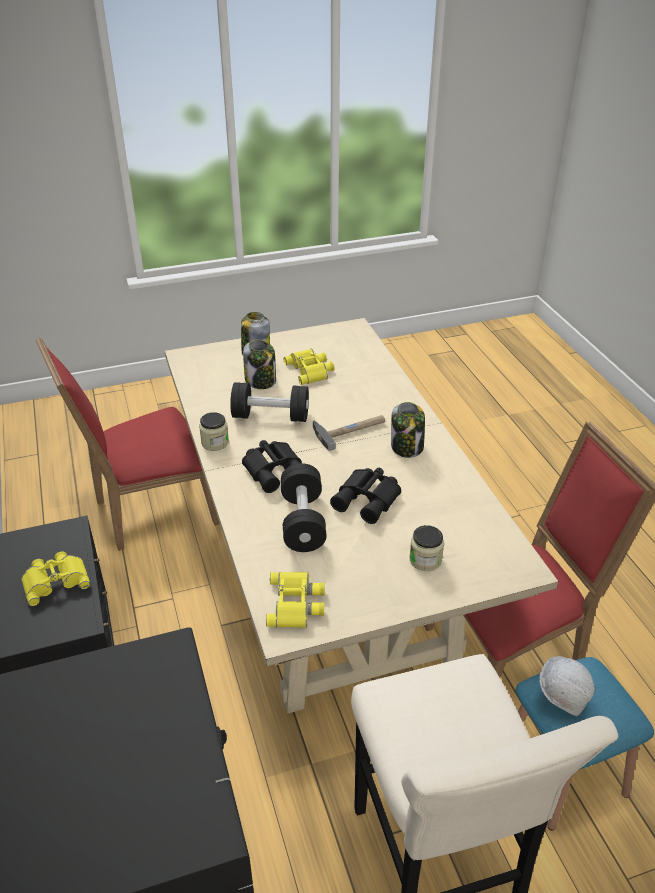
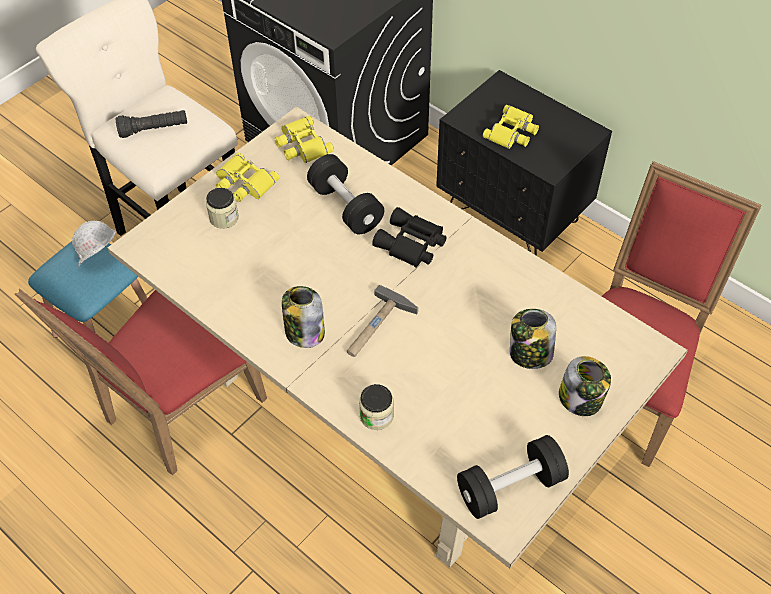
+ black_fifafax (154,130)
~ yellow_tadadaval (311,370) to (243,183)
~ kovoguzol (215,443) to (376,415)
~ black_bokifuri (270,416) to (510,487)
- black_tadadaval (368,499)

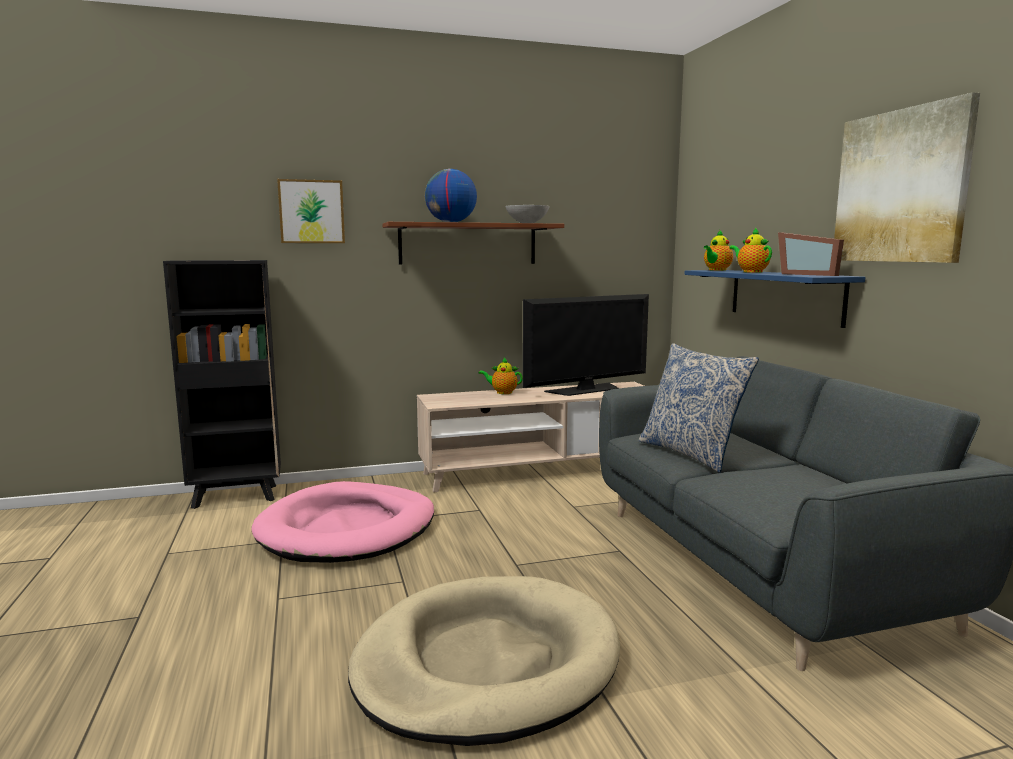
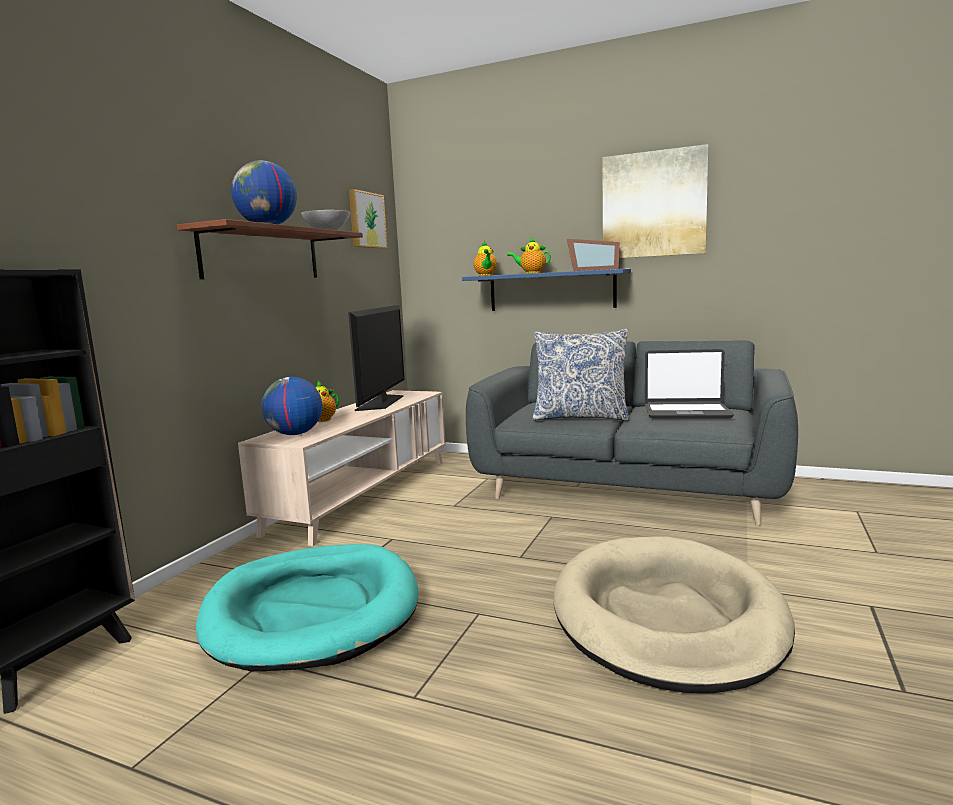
~ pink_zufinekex (348,529) to turquoise_zufinekex (313,611)
+ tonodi (295,434)
~ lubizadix (311,212) to (366,220)
+ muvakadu (686,412)

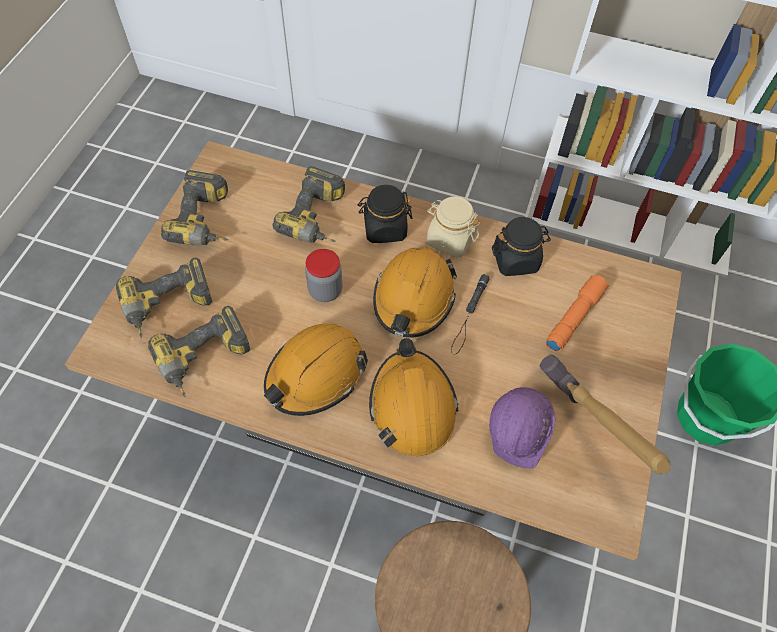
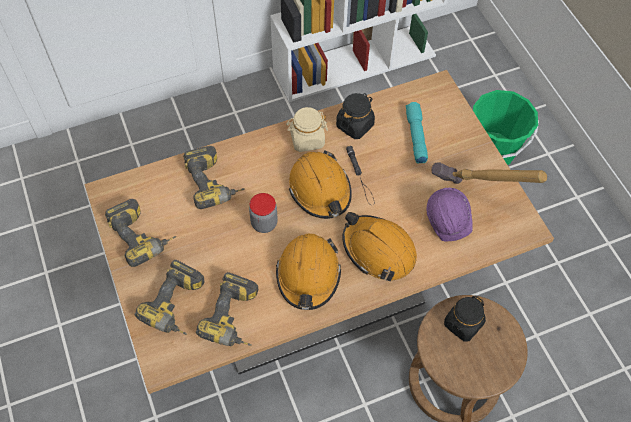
~ orange_fifafax (573,316) to turquoise_fifafax (415,136)
~ black_kovoguzol (384,228) to (463,324)

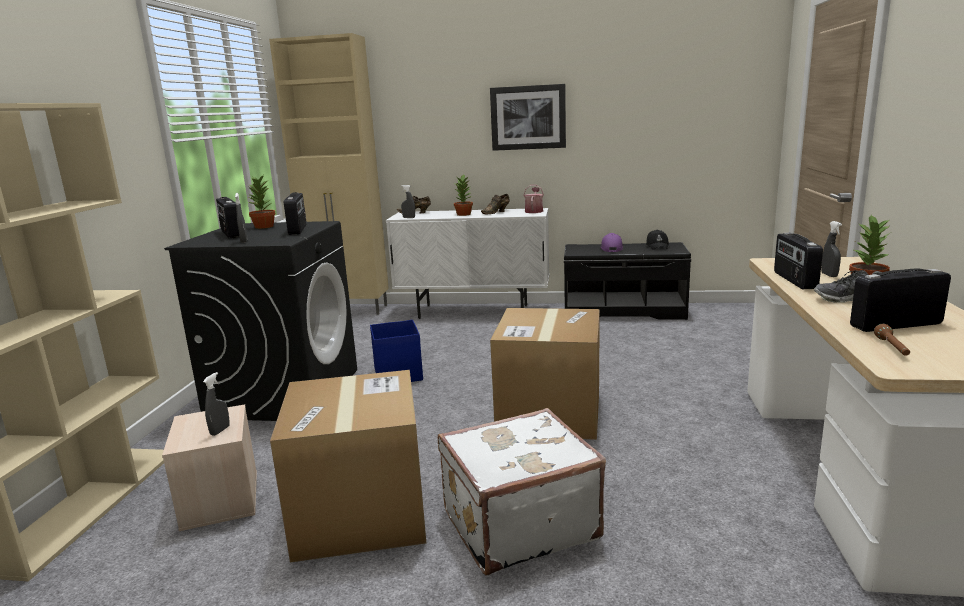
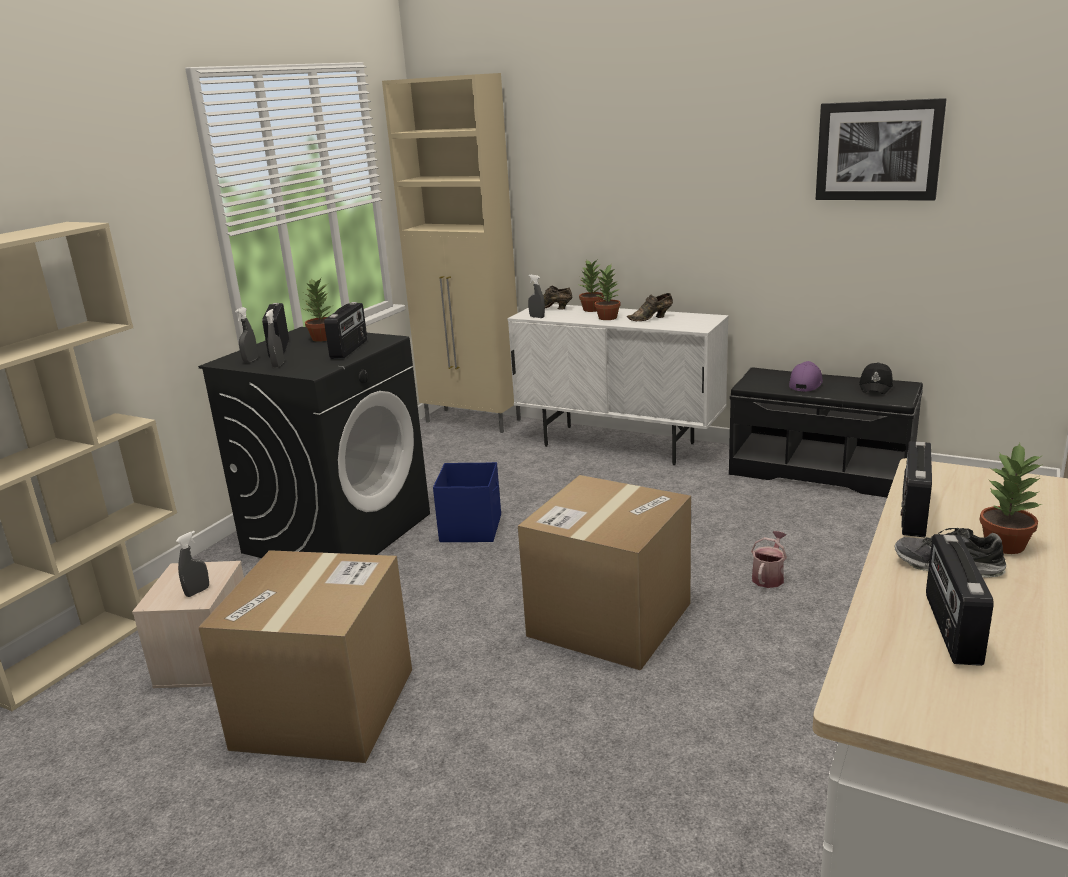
~ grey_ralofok (829,275) to (250,360)
+ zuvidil (592,309)
~ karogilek (534,211) to (769,576)
~ lubizadix (528,117) to (878,151)
~ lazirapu (895,325) = (950,628) 90 degrees counterclockwise
- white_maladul (517,523)
- brown_fifafax (892,348)

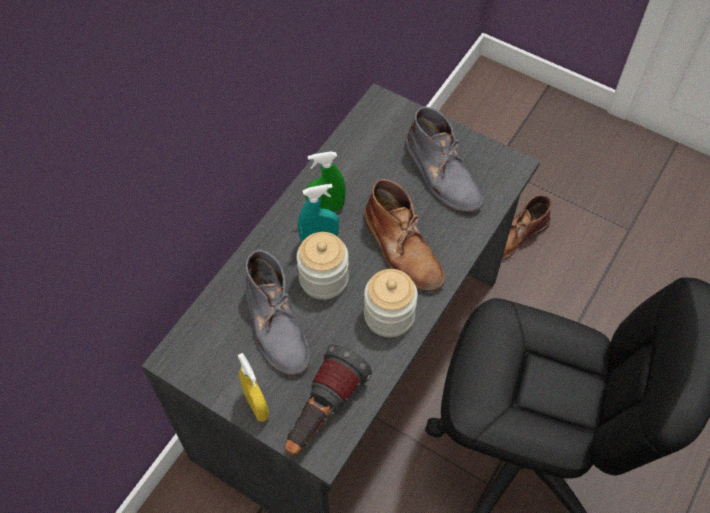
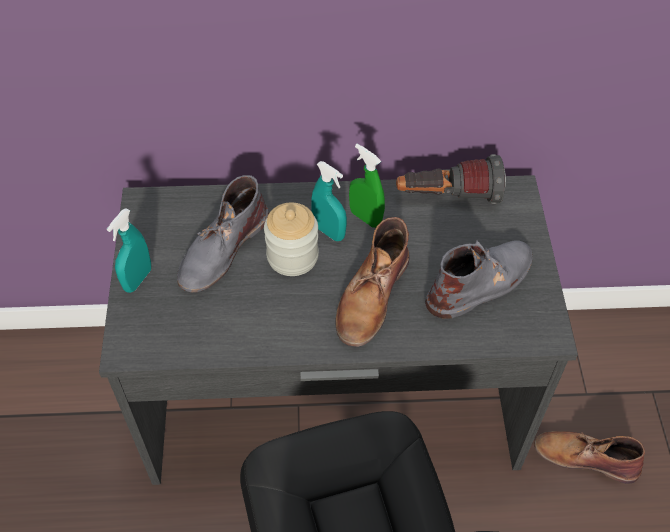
~ yellow_ralofok (257,405) to turquoise_ralofok (137,279)
~ fifafax (323,412) to (448,197)
~ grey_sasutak (442,175) = (481,282) 150 degrees counterclockwise
- kovoguzol (389,315)

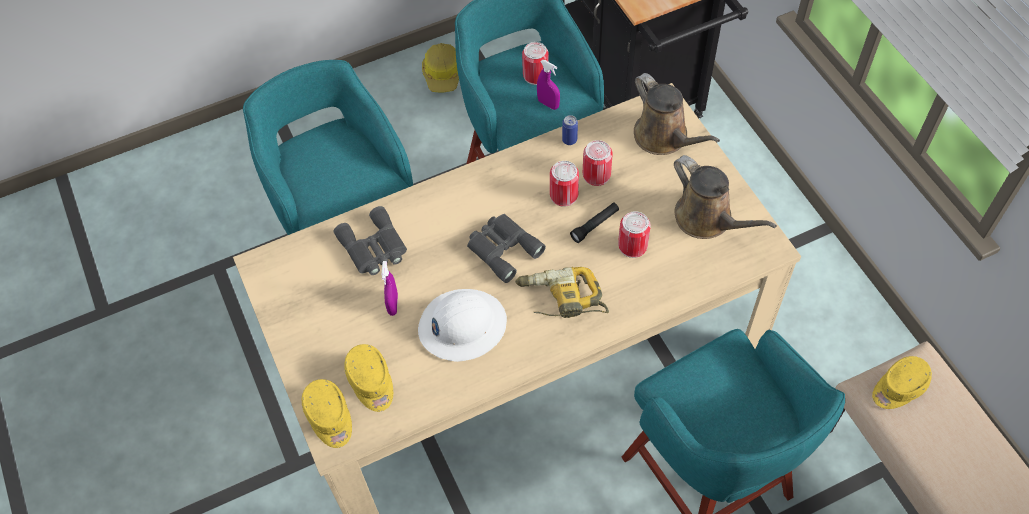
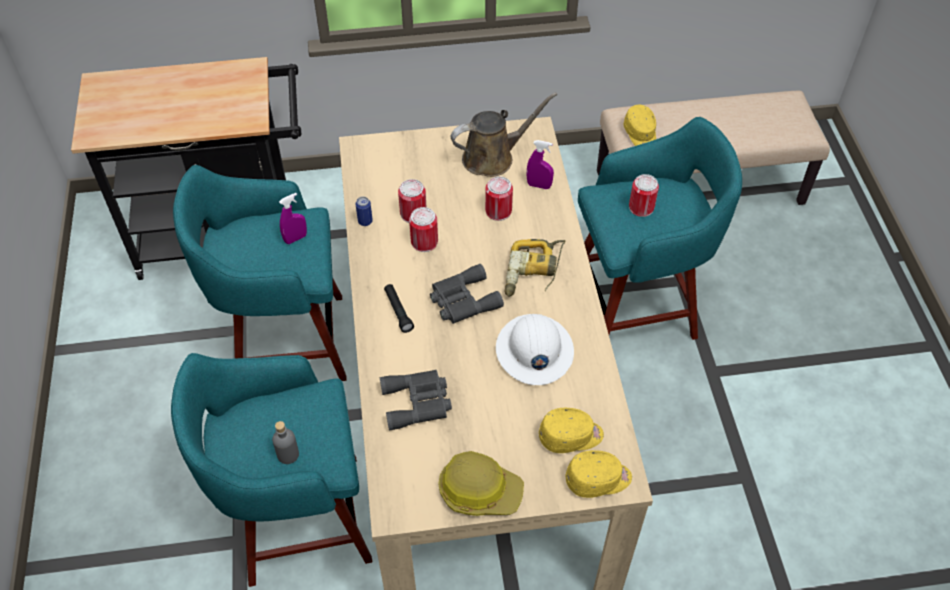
+ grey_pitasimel (288,454)
~ black_fifafax (595,225) to (398,311)
~ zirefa (443,74) to (479,490)
~ purple_ralofok (393,304) to (539,185)
~ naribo (535,75) to (641,207)
- brown_karogilek (664,138)

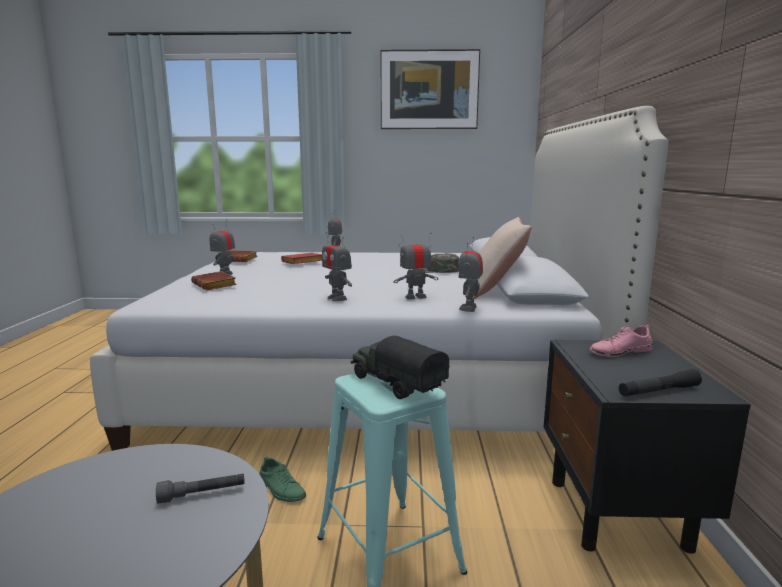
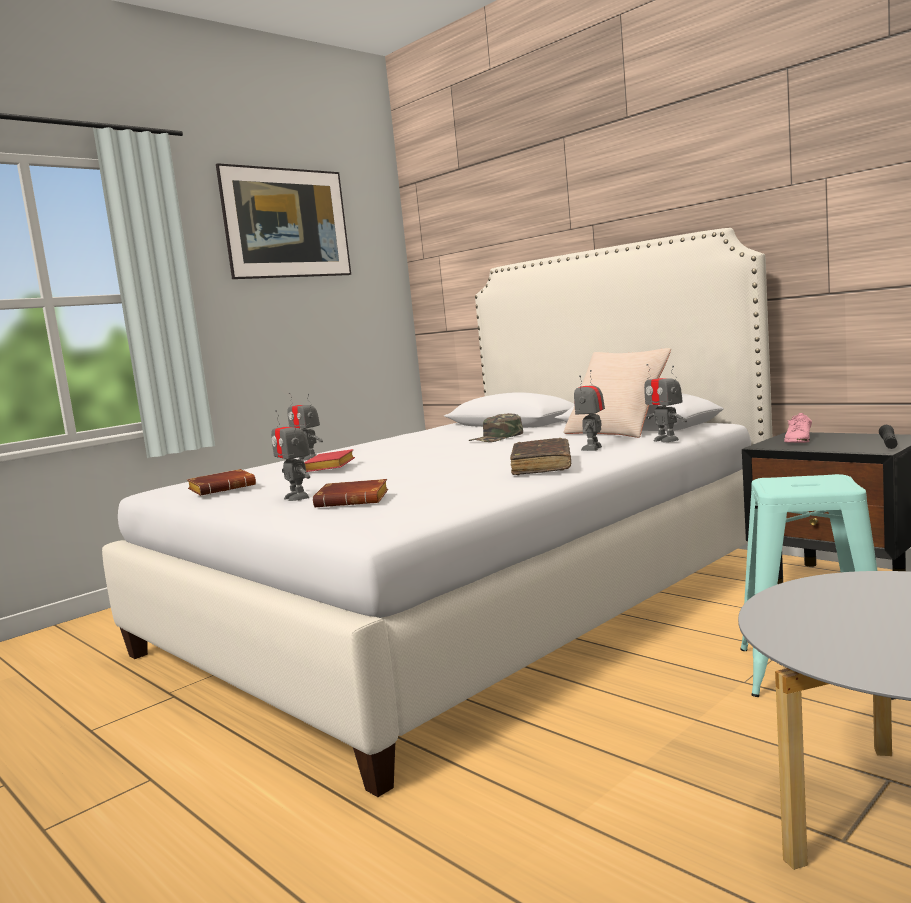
~ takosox (337,298) to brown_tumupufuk (541,466)
- grey_fifafax (202,494)
- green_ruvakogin (281,489)
- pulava (395,385)

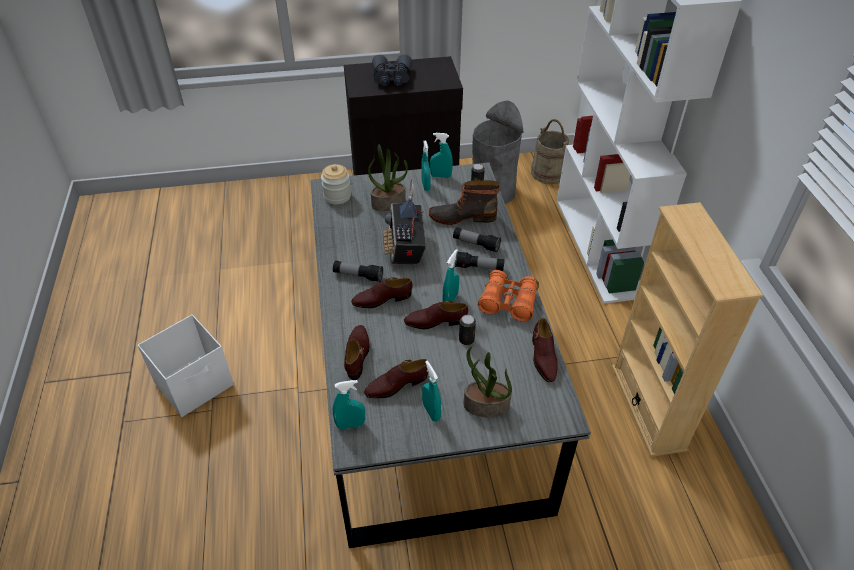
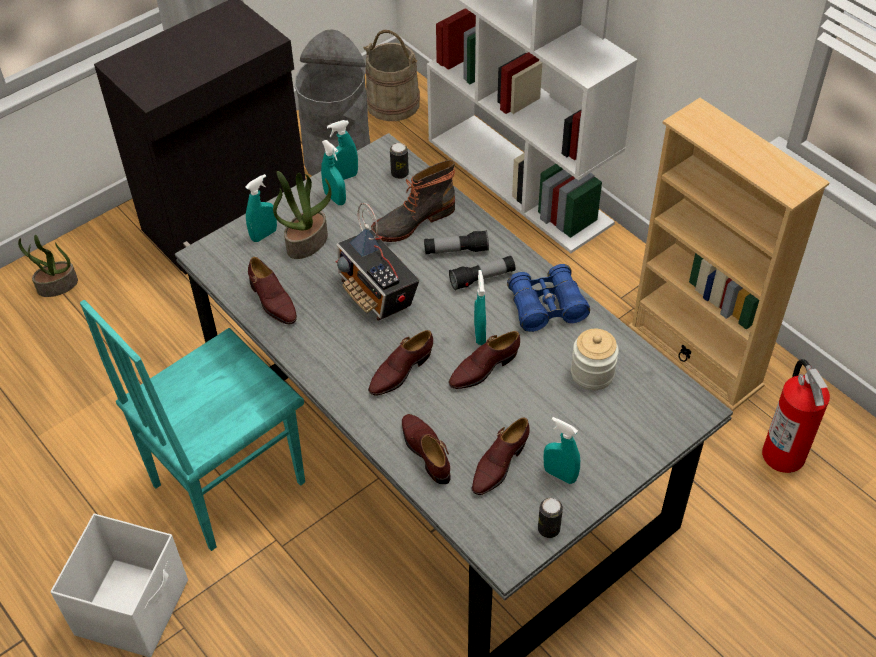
~ zuvidil (485,406) to (57,286)
+ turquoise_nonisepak (226,483)
~ turquoise_ralofok (350,425) to (264,235)
~ brown_ruvakogin (543,357) to (272,301)
~ orange_tadadaval (508,302) to blue_tadadaval (546,307)
~ naribo (466,340) to (548,529)
~ kovoguzol (337,196) to (592,374)
+ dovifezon (784,454)
- fifafax (358,275)
- grey_tadadaval (392,78)

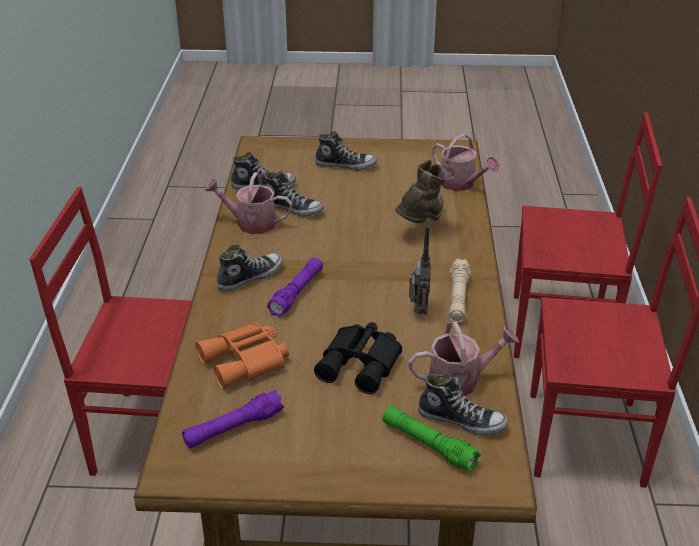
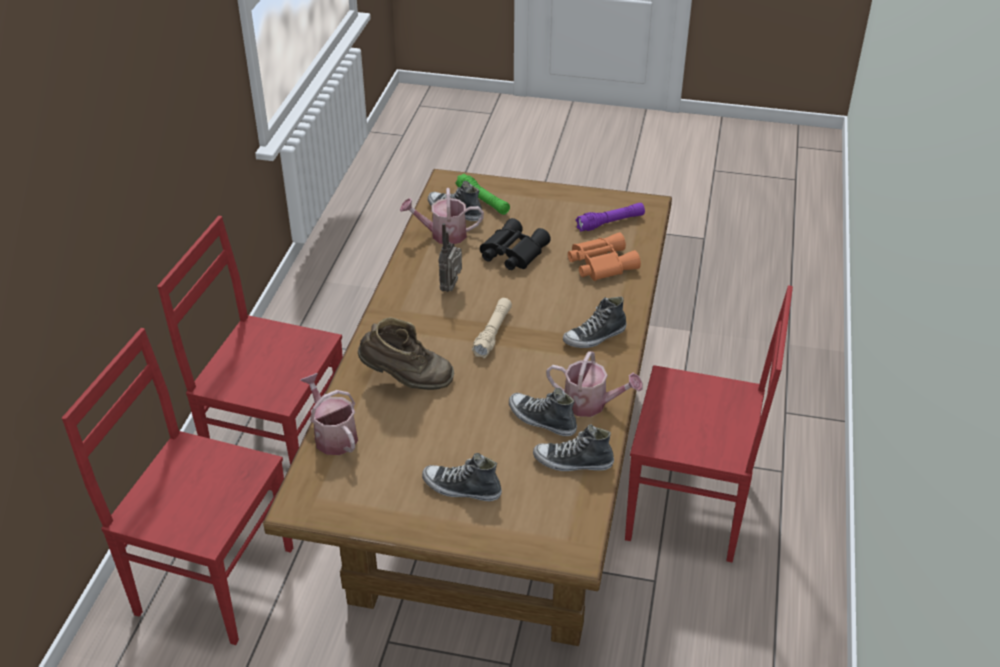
~ brown_sasutak (422,224) = (406,380) 120 degrees counterclockwise
~ beige_fifafax (458,298) to (493,333)
- purple_fifafax (297,293)

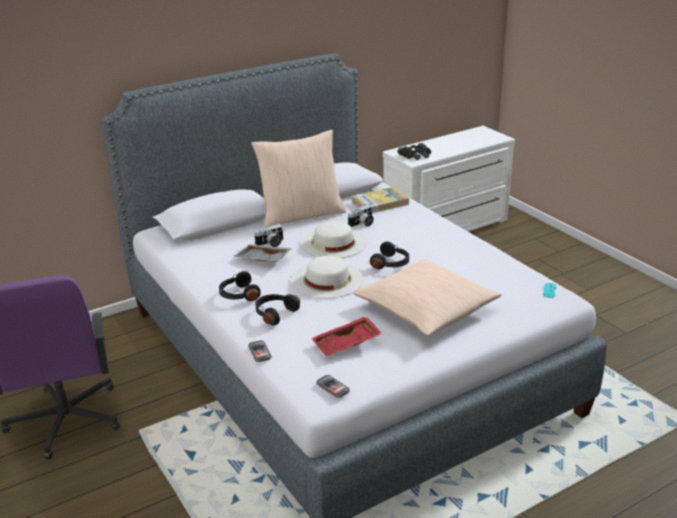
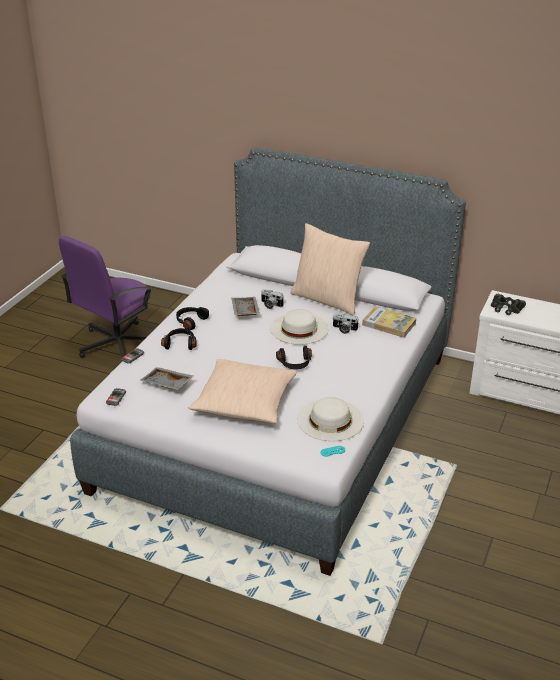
~ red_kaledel (347,344) to grey_kaledel (166,384)
~ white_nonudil (327,279) to (330,420)

